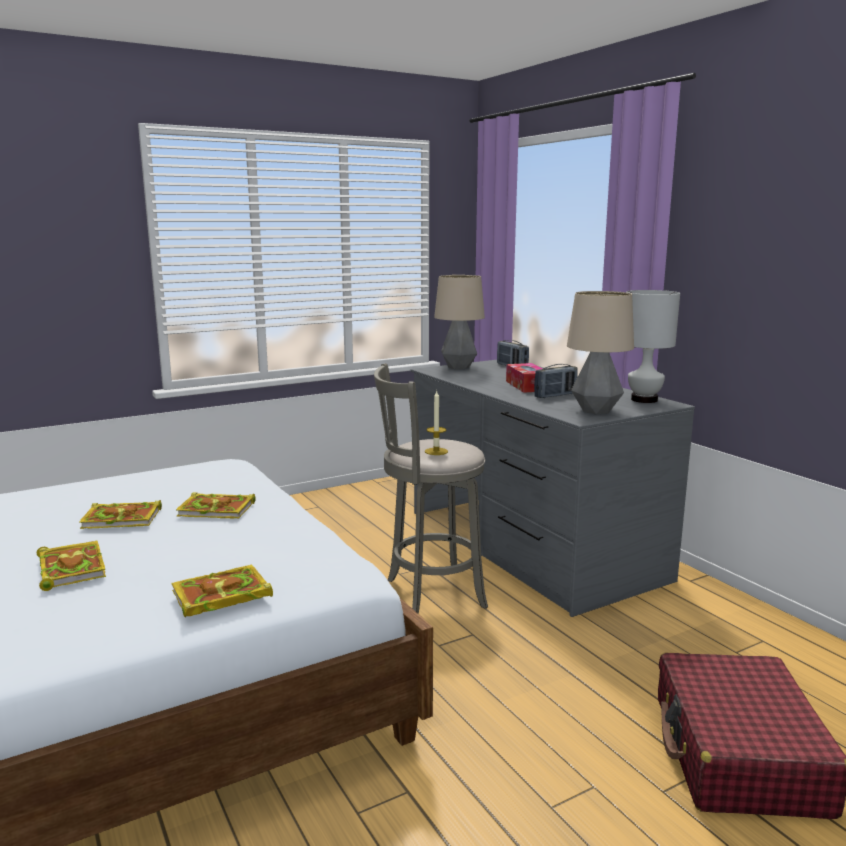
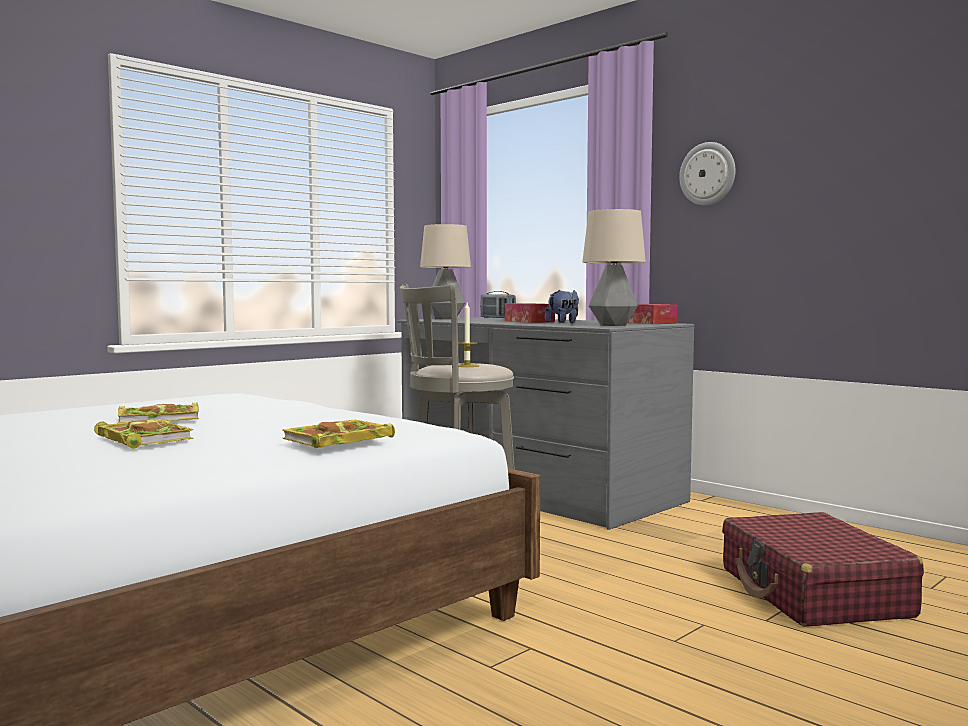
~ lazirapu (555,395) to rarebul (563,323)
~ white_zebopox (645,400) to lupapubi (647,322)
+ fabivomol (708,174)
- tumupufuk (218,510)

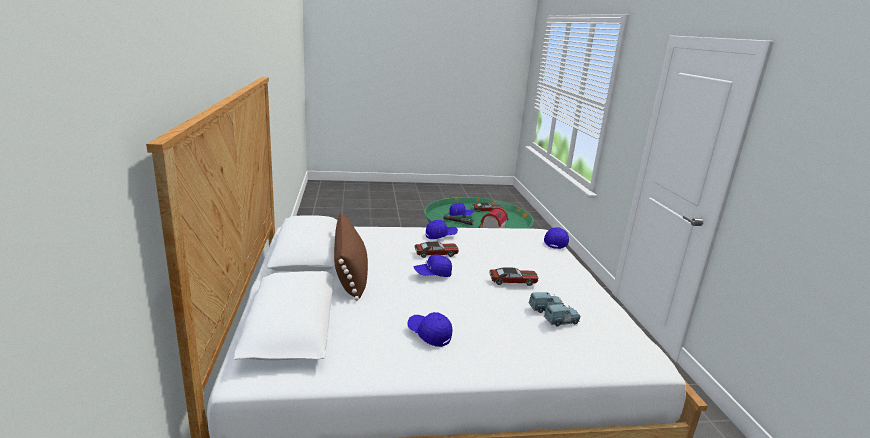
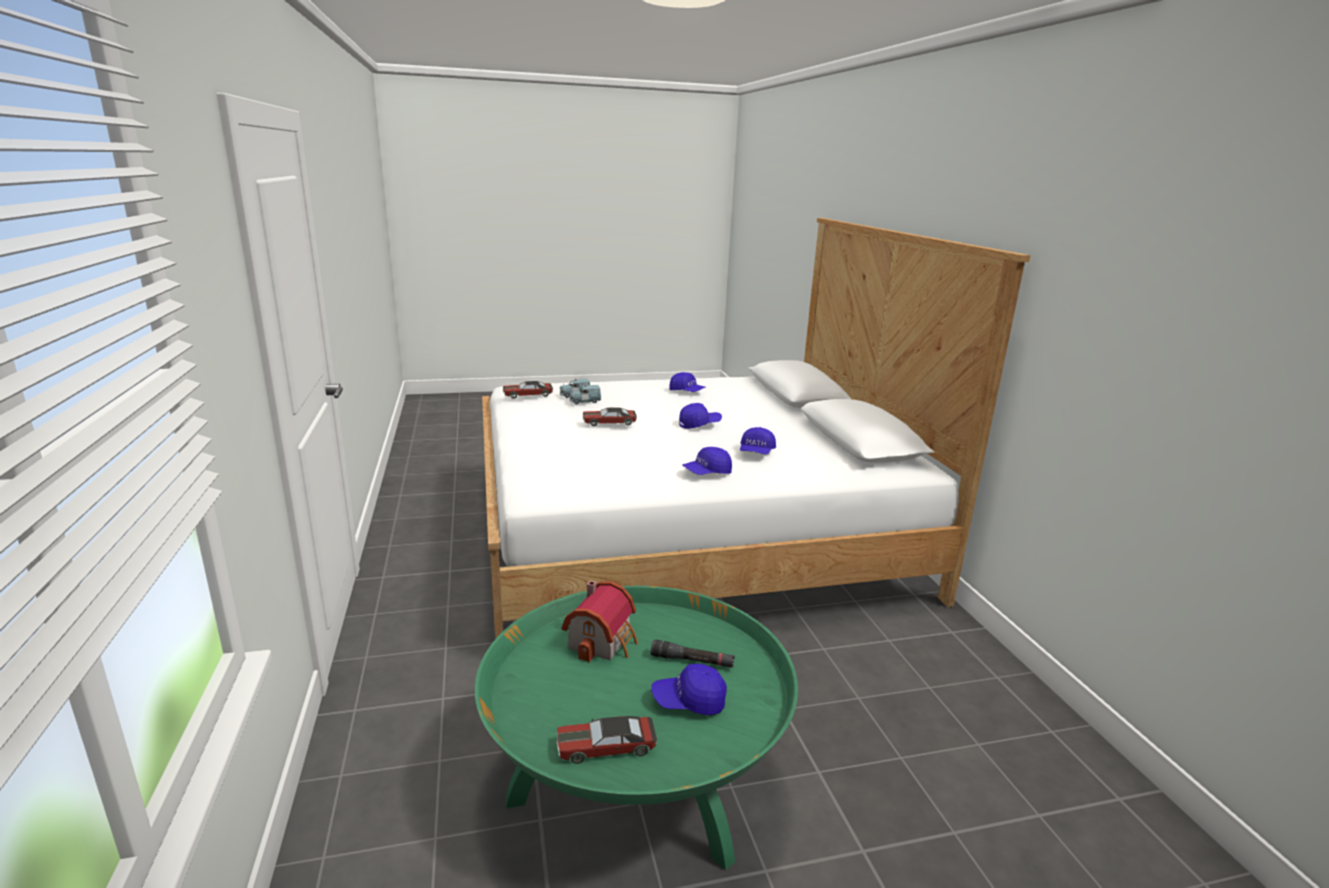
~ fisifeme (436,253) to (527,395)
~ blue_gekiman (556,242) to (756,452)
- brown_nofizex (350,274)

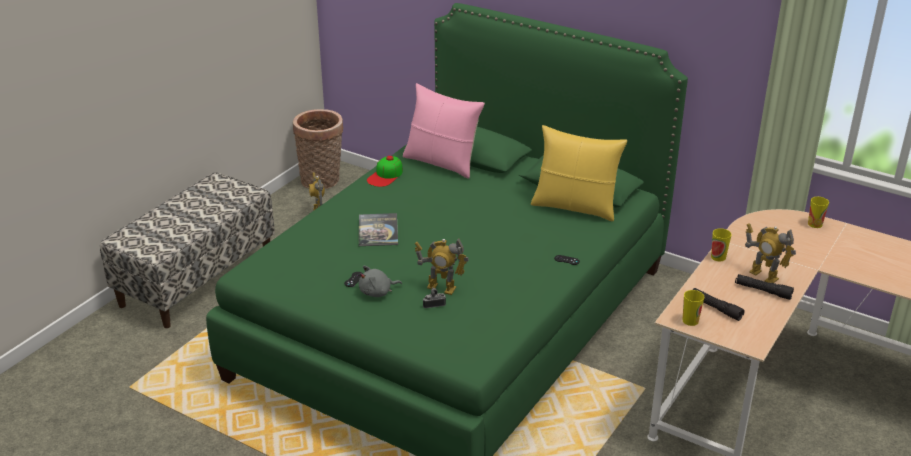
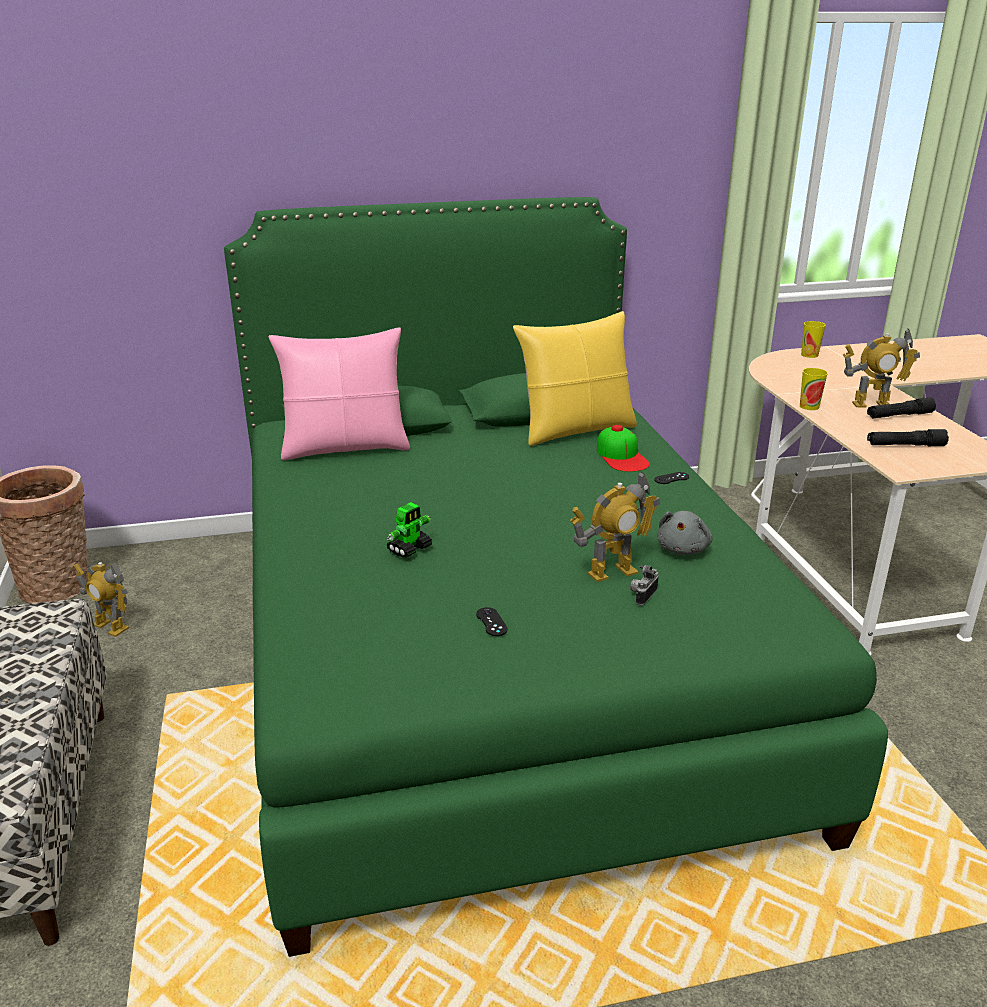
~ tumupufuk (378,230) to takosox (410,548)
~ gekiman (385,175) to (622,456)
~ grey_rarebul (377,292) to (683,549)
- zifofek (690,321)

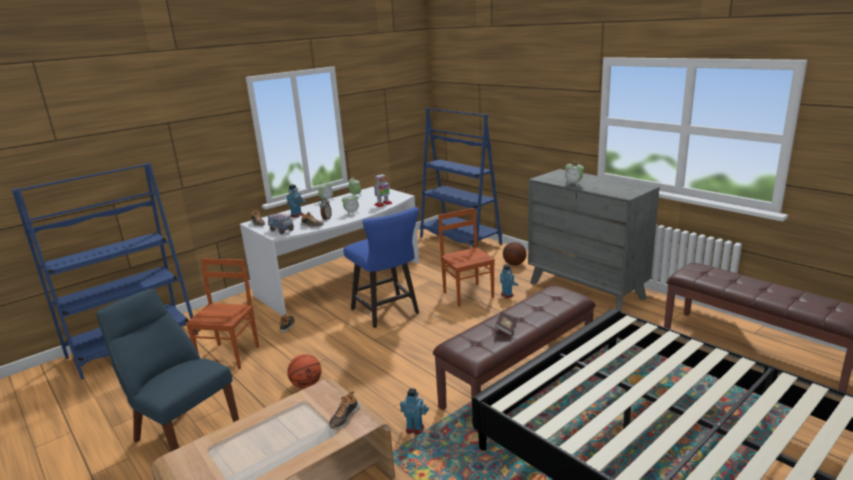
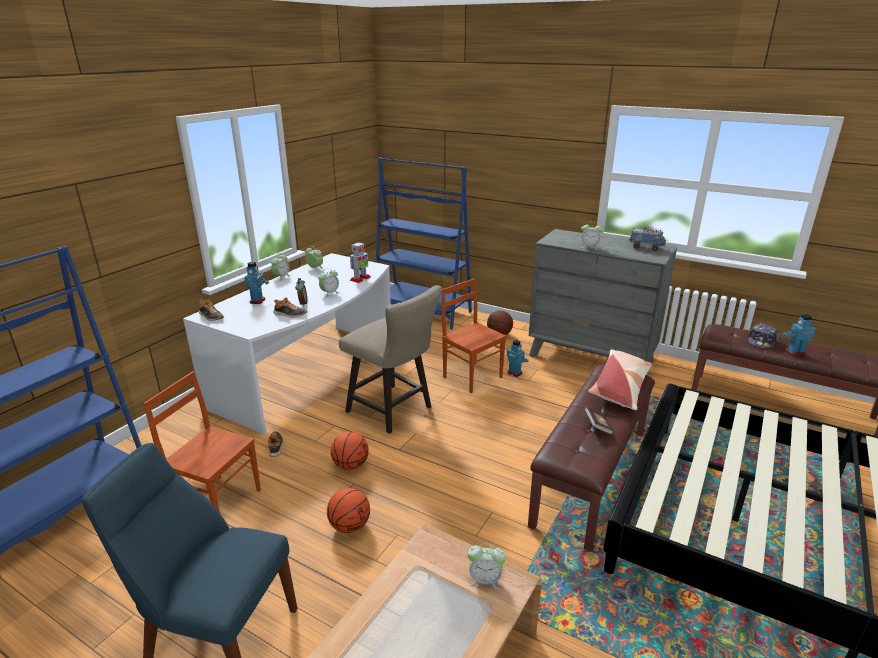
~ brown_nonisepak (230,355) = (219,501) 60 degrees counterclockwise
+ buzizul (350,465)
~ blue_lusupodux (388,312) to beige_lusupodux (394,411)
~ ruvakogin (344,417) to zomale (485,580)
+ nofizex (620,387)
~ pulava (282,230) to (646,247)
+ gekiman (761,341)
~ takosox (415,428) to (794,352)

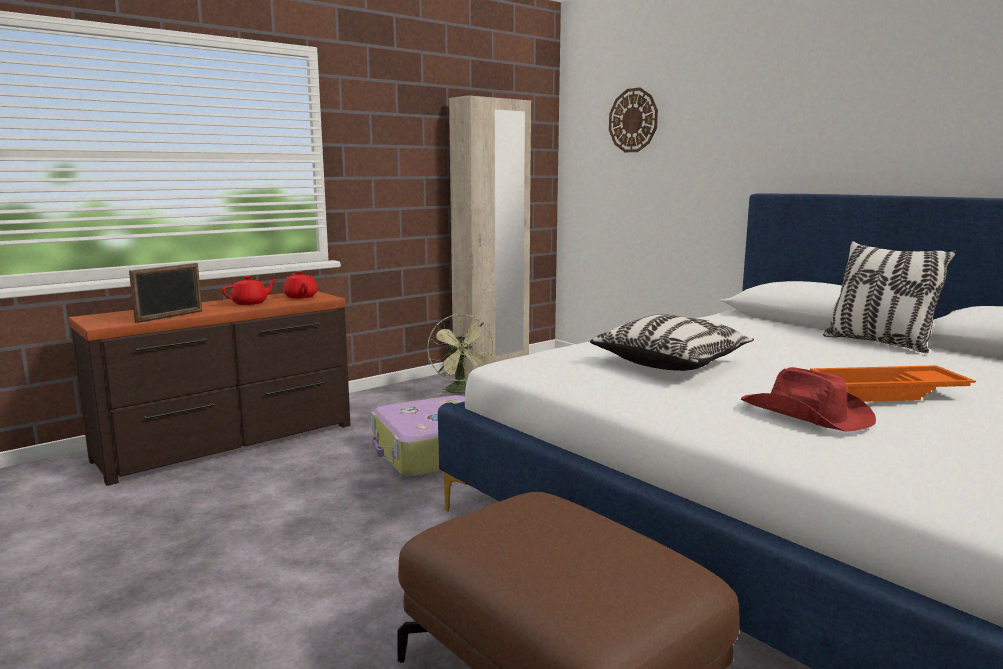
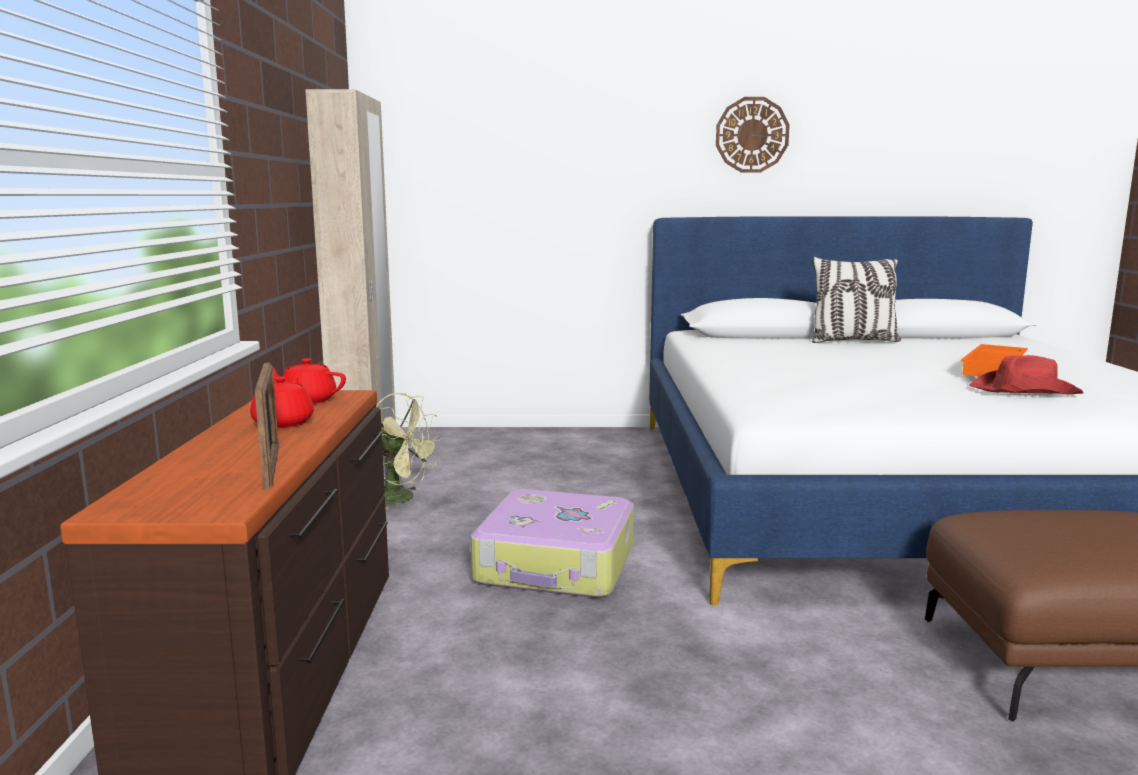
~ fabivomol (633,120) to (752,135)
- nofizex (671,362)

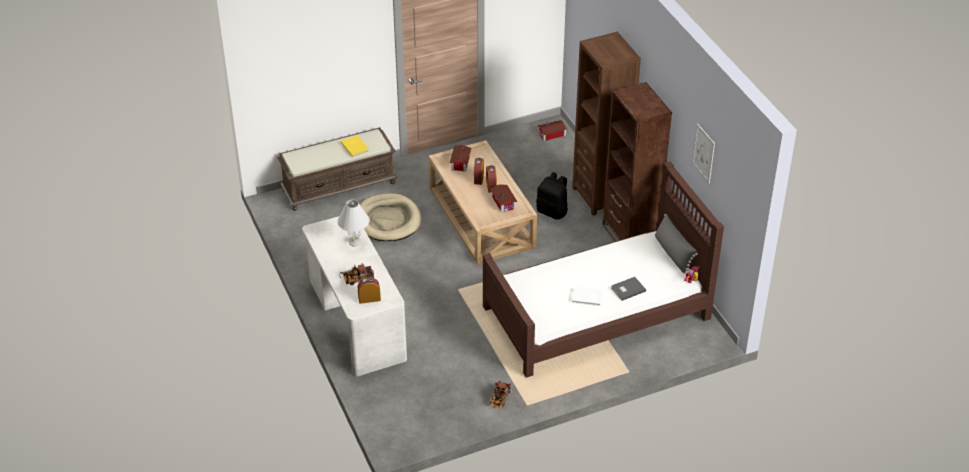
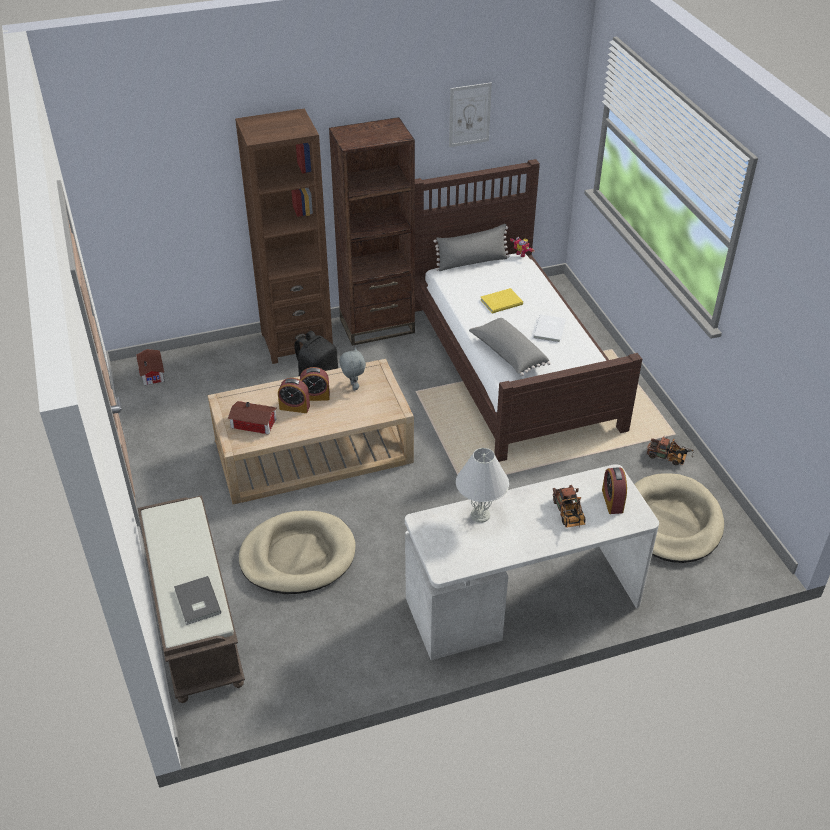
~ grey_tumupufuk (627,289) to (196,602)
~ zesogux (504,201) to grey_rarebul (353,386)
+ grey_nofizex (508,354)
~ yellow_tumupufuk (355,146) to (500,301)
+ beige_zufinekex (671,522)

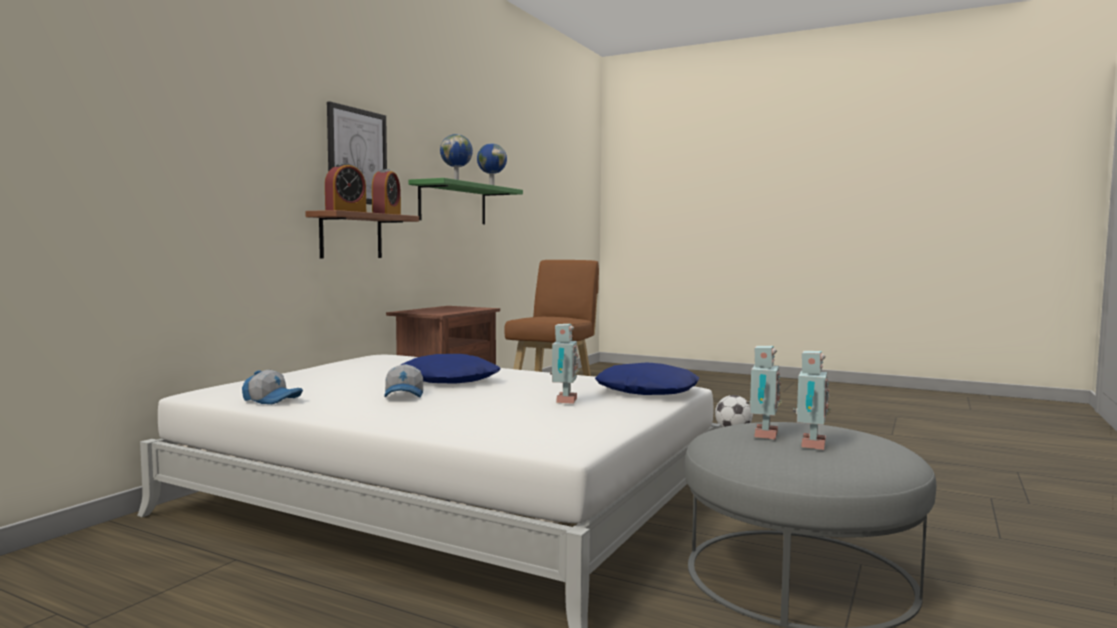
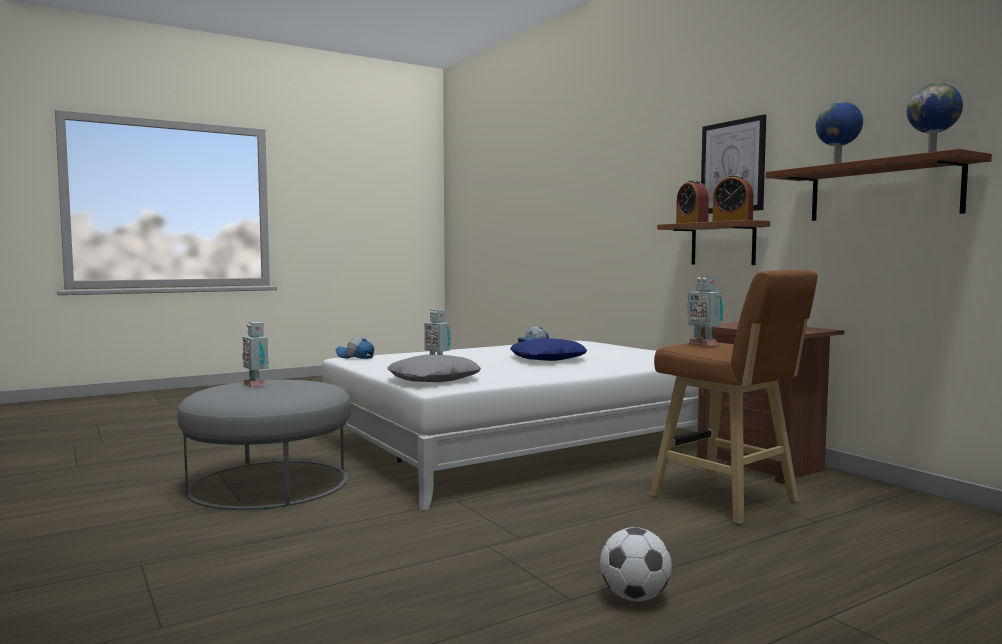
~ gekiman (405,395) to (355,357)
~ blue_nofizex (647,391) to grey_nofizex (434,379)
~ takosox (762,435) to (703,344)
~ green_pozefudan (453,204) to brown_pozefudan (883,191)

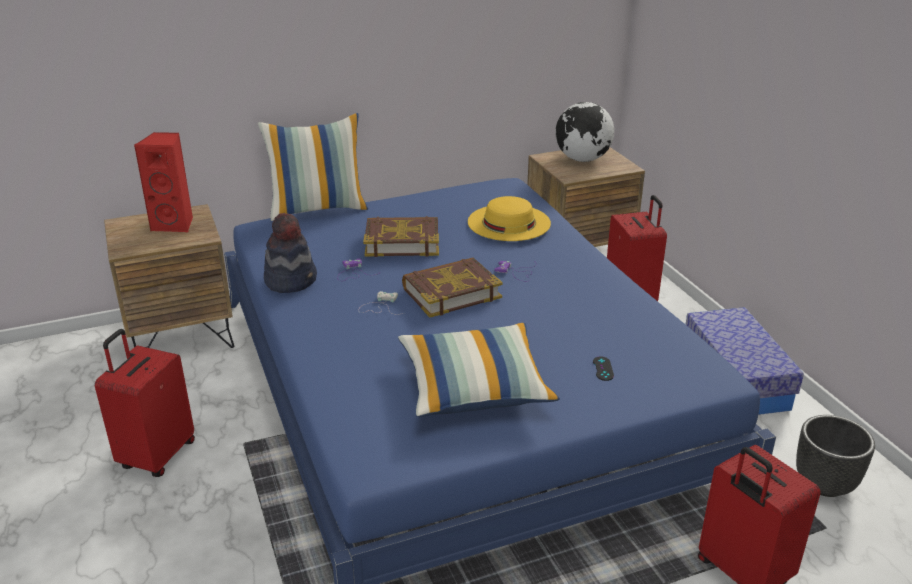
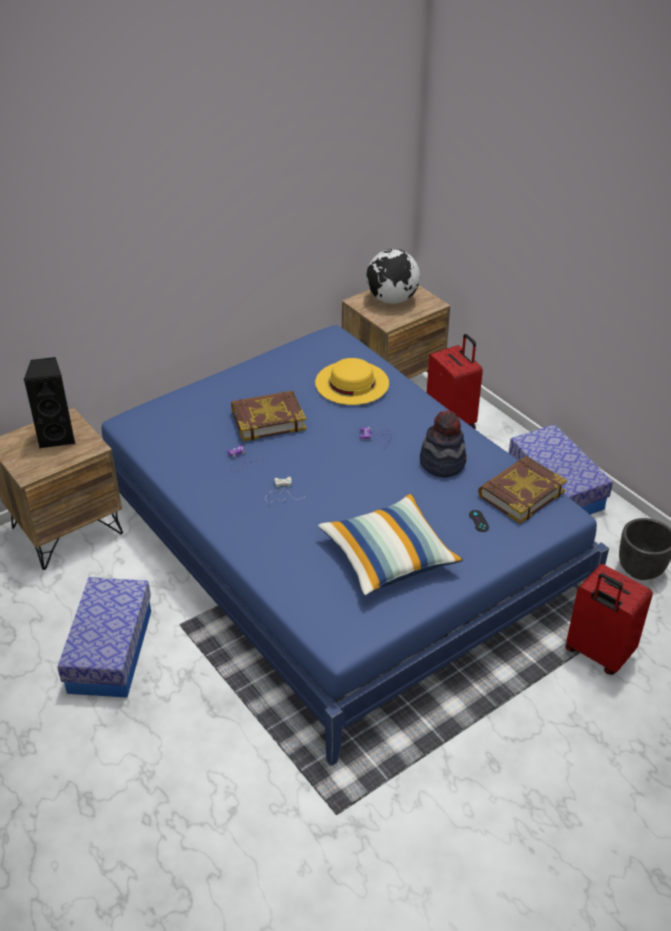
~ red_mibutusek (175,224) to black_mibutusek (58,436)
~ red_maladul (156,455) to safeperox (110,650)
~ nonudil (291,280) to (442,462)
~ tumupufuk (451,292) to (521,493)
- nofizex (318,208)

